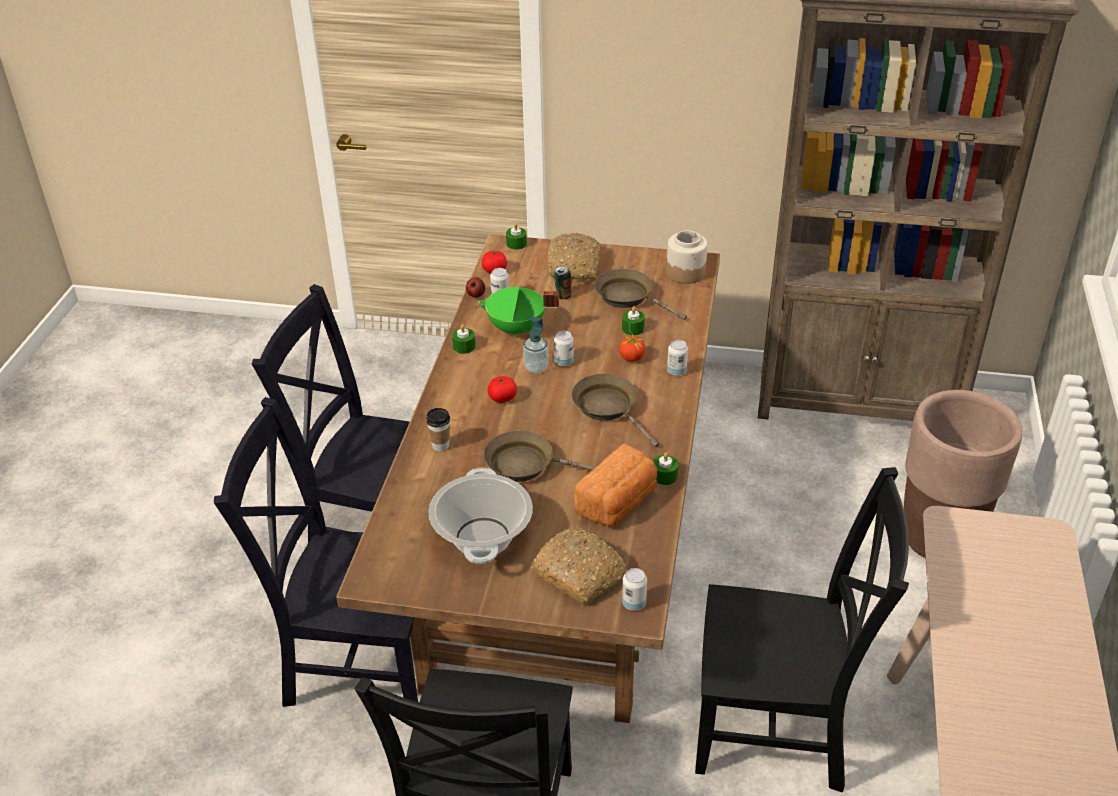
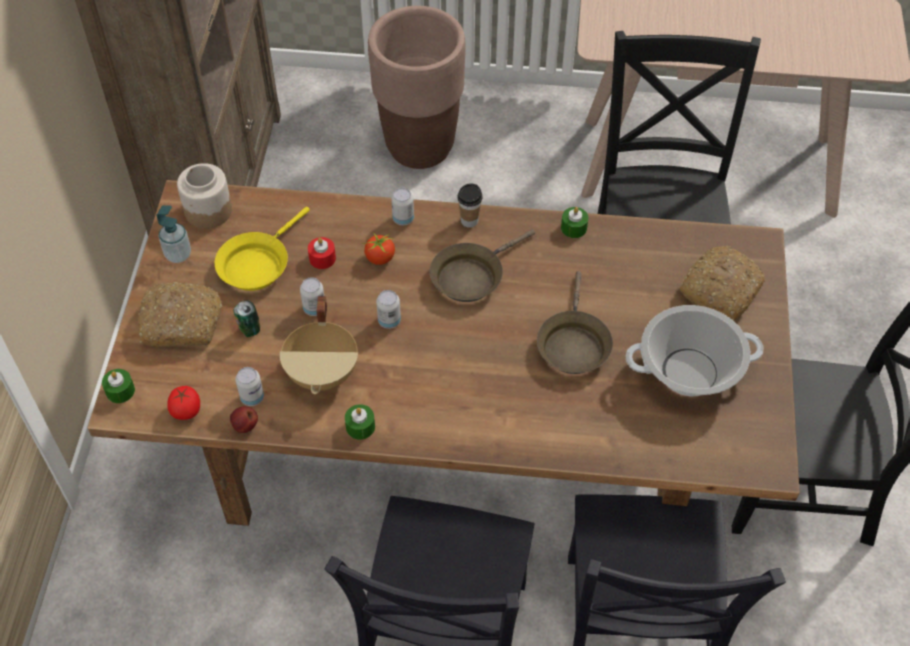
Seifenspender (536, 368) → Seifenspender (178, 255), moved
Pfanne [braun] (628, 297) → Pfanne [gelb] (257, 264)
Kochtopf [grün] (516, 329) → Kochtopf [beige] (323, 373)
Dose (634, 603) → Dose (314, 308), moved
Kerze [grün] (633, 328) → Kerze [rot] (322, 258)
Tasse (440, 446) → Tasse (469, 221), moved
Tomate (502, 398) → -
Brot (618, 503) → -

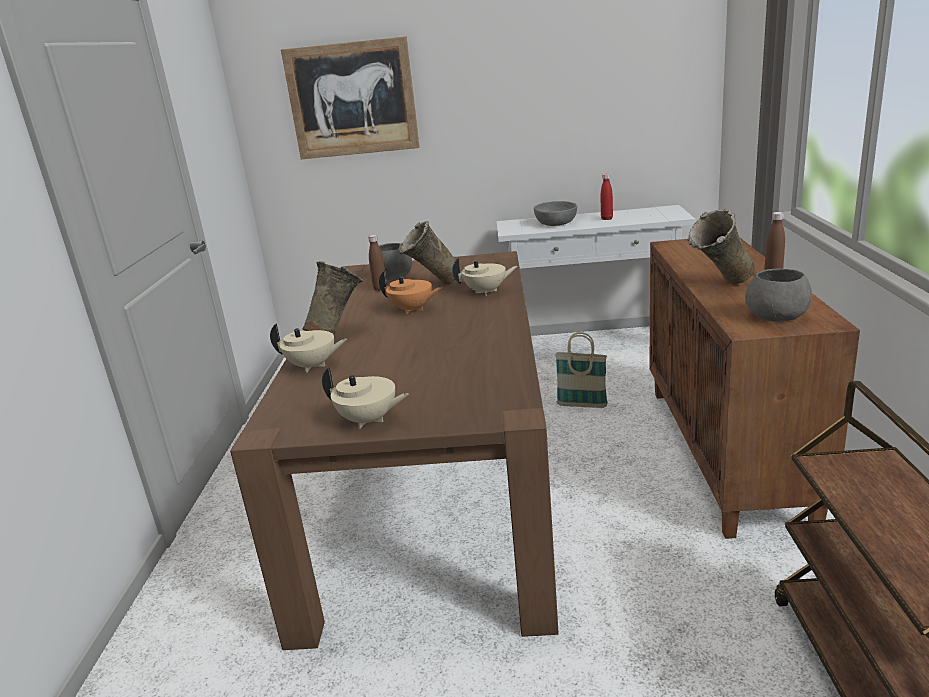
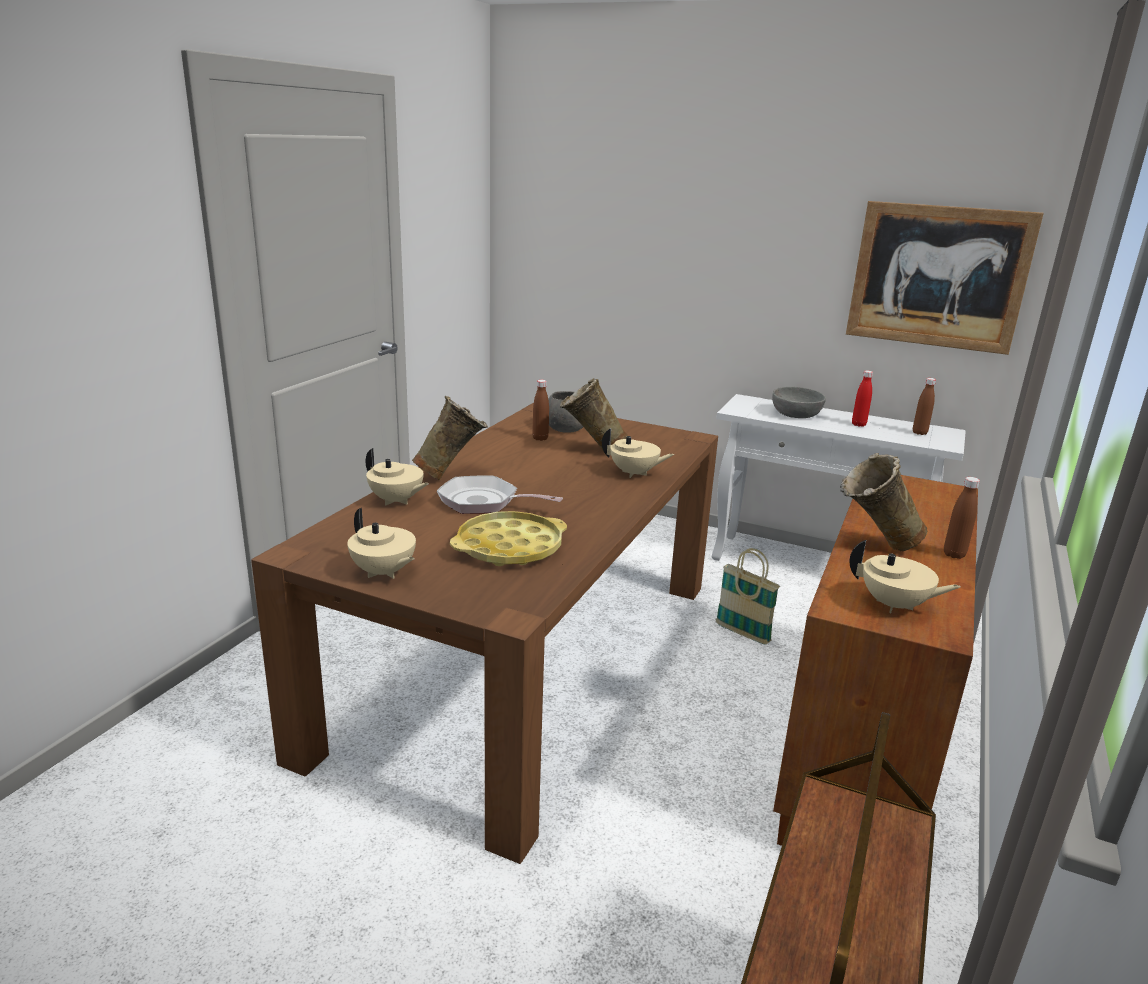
- → Pfanne (484, 502)
- → Tablett [gelb] (509, 547)
Bild (352, 99) → Bild (938, 277), moved
Schüssel [grau] (777, 316) → Teekanne [beige] (894, 605)
- → Flasche [braun] (919, 433)
Teekanne [orange] (412, 309) → -

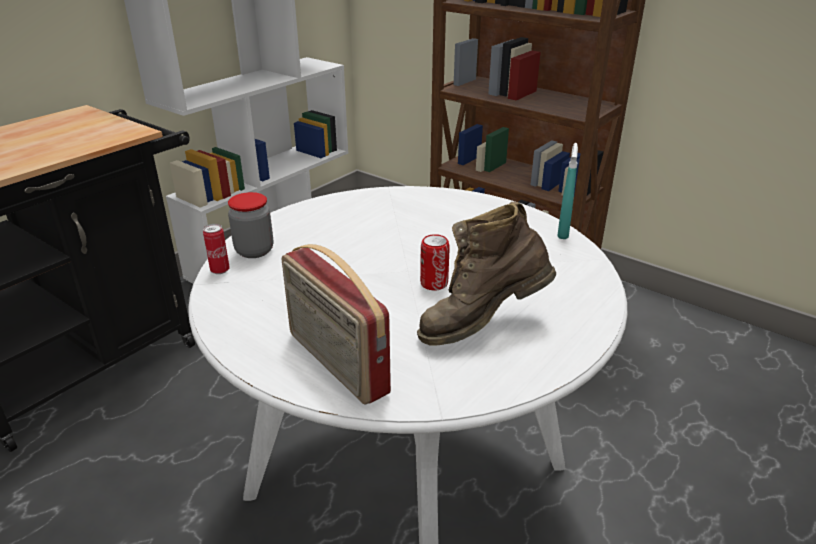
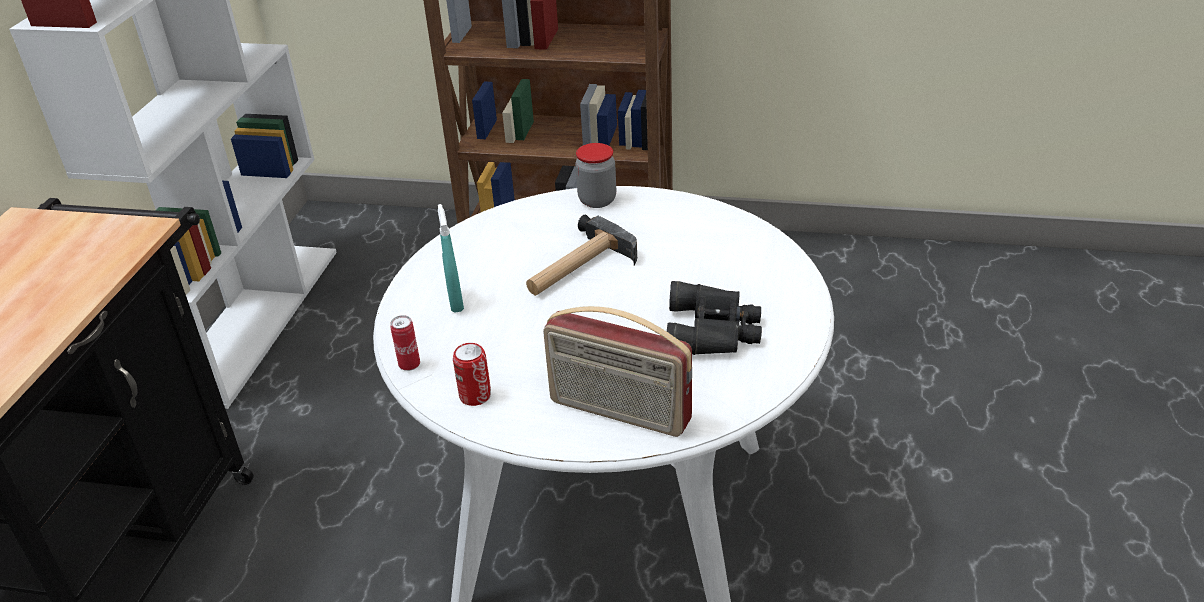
Sprühflasche [türkis] (563, 232) → Sprühflasche [türkis] (456, 302), moved
Dose (434, 283) → Dose (475, 396), moved
- → Hammer (578, 268)
Vorratsglas (254, 251) → Vorratsglas (597, 200), moved
Stiefel [braun] (482, 325) → Fernglas [schwarz] (714, 330)

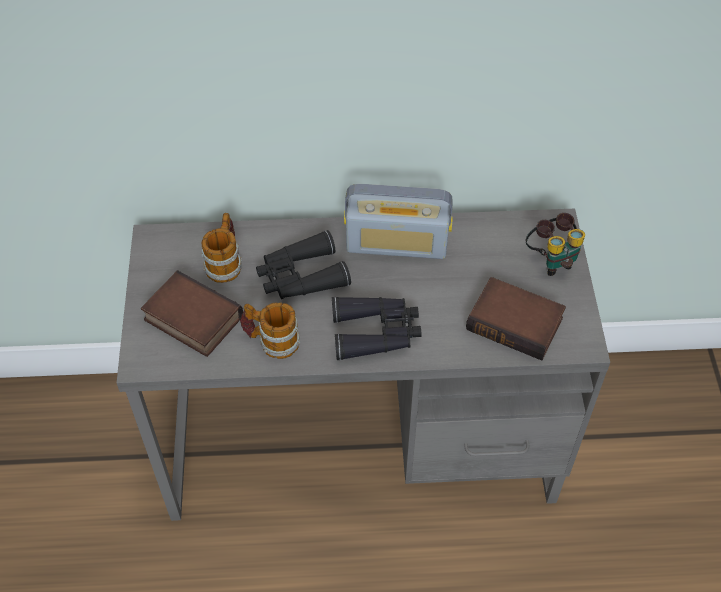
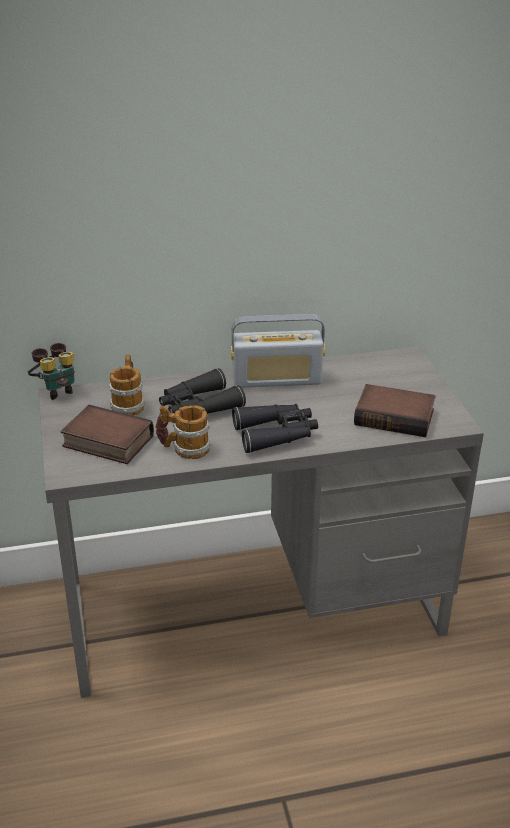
Fernglas (551, 259) → Fernglas (56, 390), moved

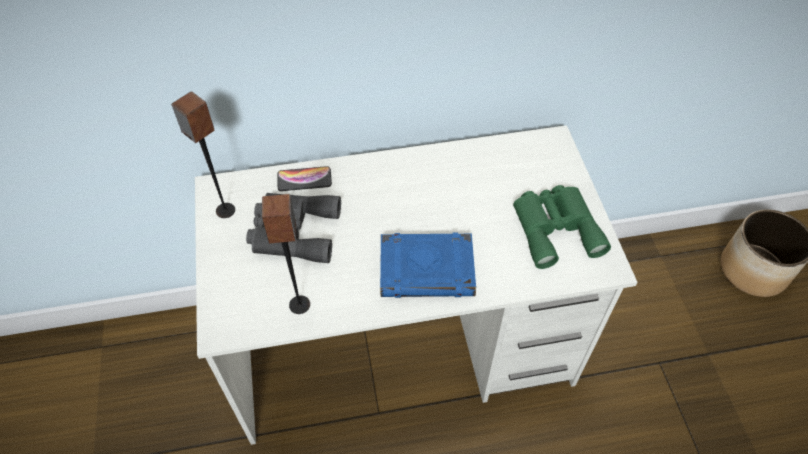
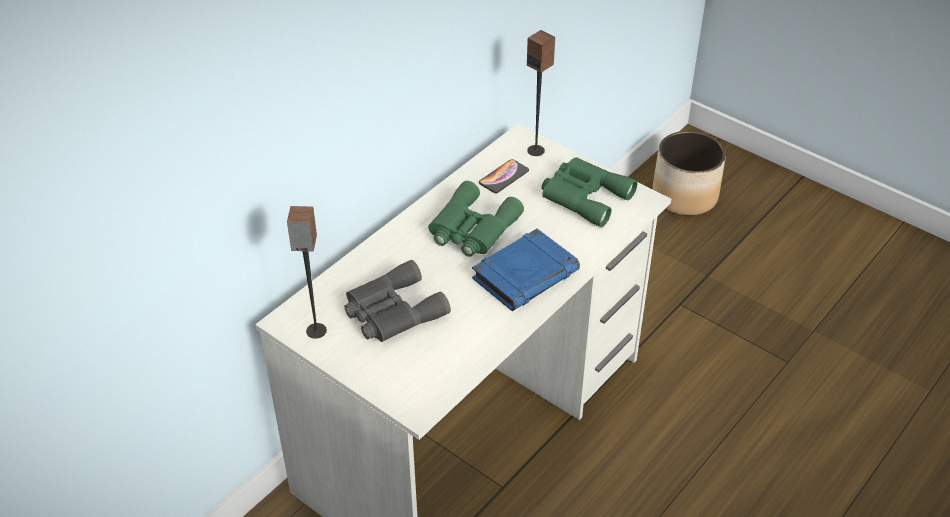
- → Fernglas [grün] (471, 229)
Handy (304, 179) → Handy (503, 177), moved
Lautsprecher (300, 305) → Lautsprecher (536, 150), moved

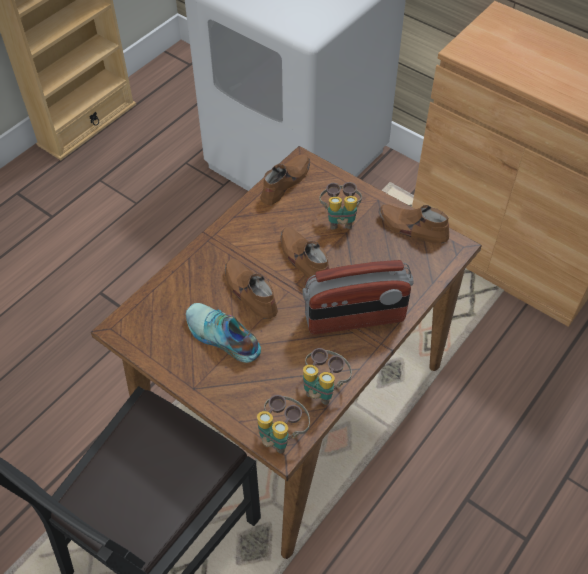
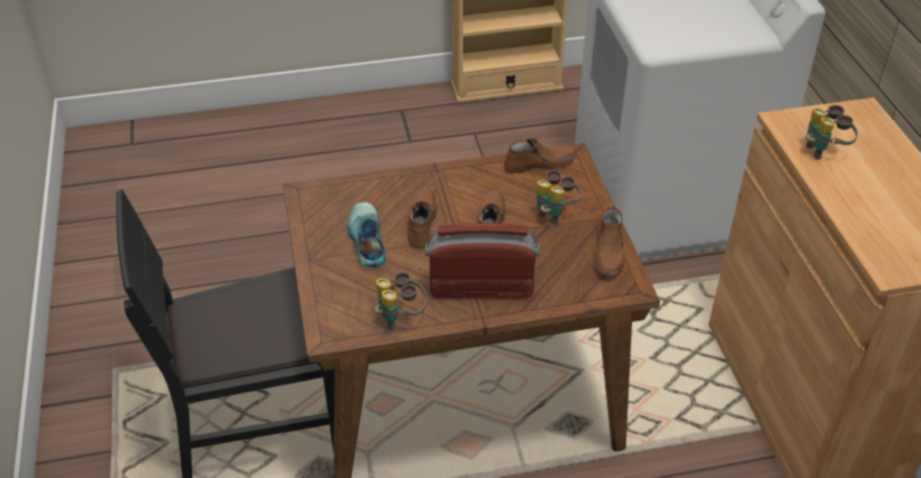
Radio (355, 319) → Radio (481, 288), 150 degrees clockwise
Schuh [braun] (412, 228) → Schuh [braun] (610, 253), 150 degrees counterclockwise
Fernglas (281, 435) → Fernglas (824, 150), moved

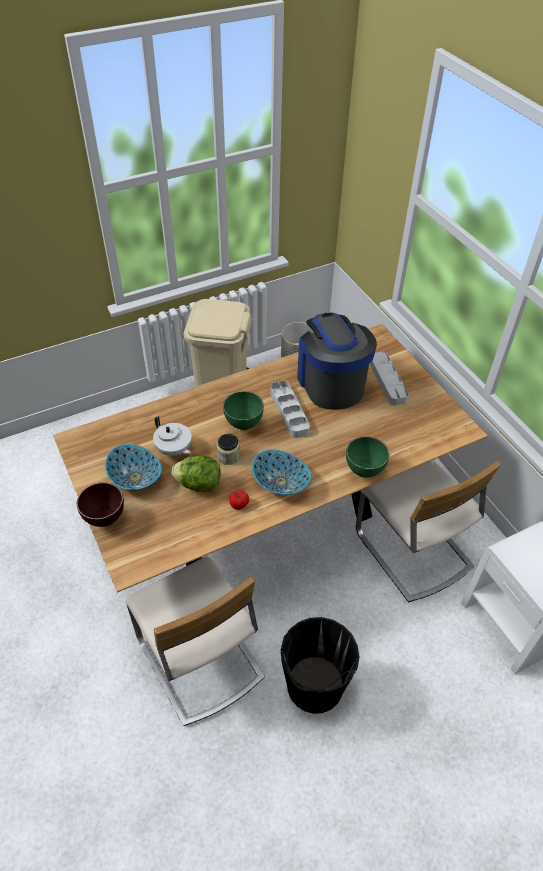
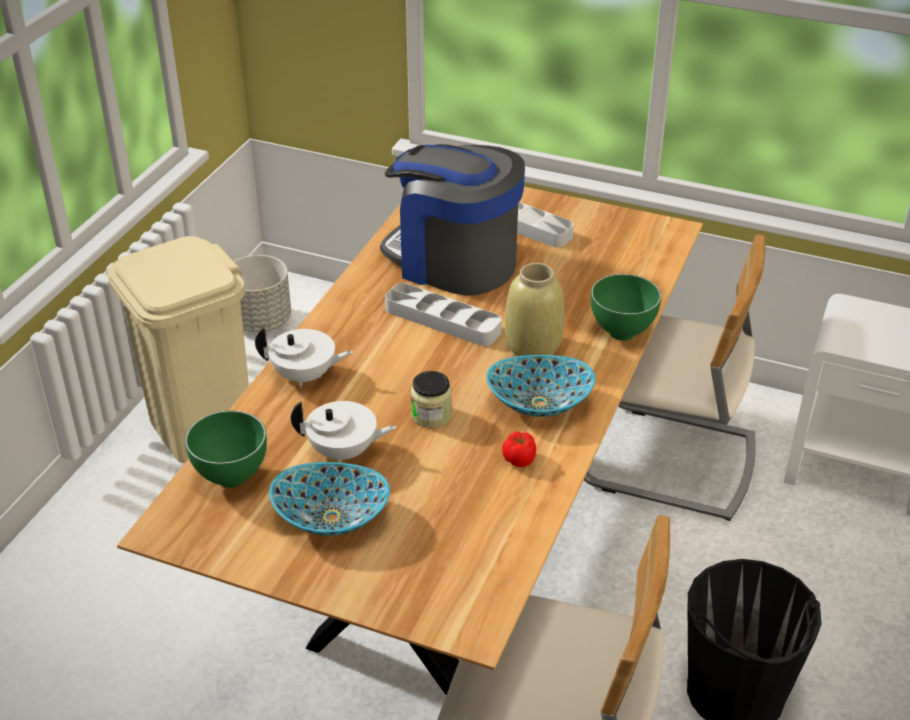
Schüssel [grün] (244, 425) → Schüssel [grün] (234, 478), moved
- → Teekanne [weiß] (305, 376)
- → Vase [beige] (533, 346)
Schüssel [braun] (106, 519) → -
Salatkopf (199, 484) → -

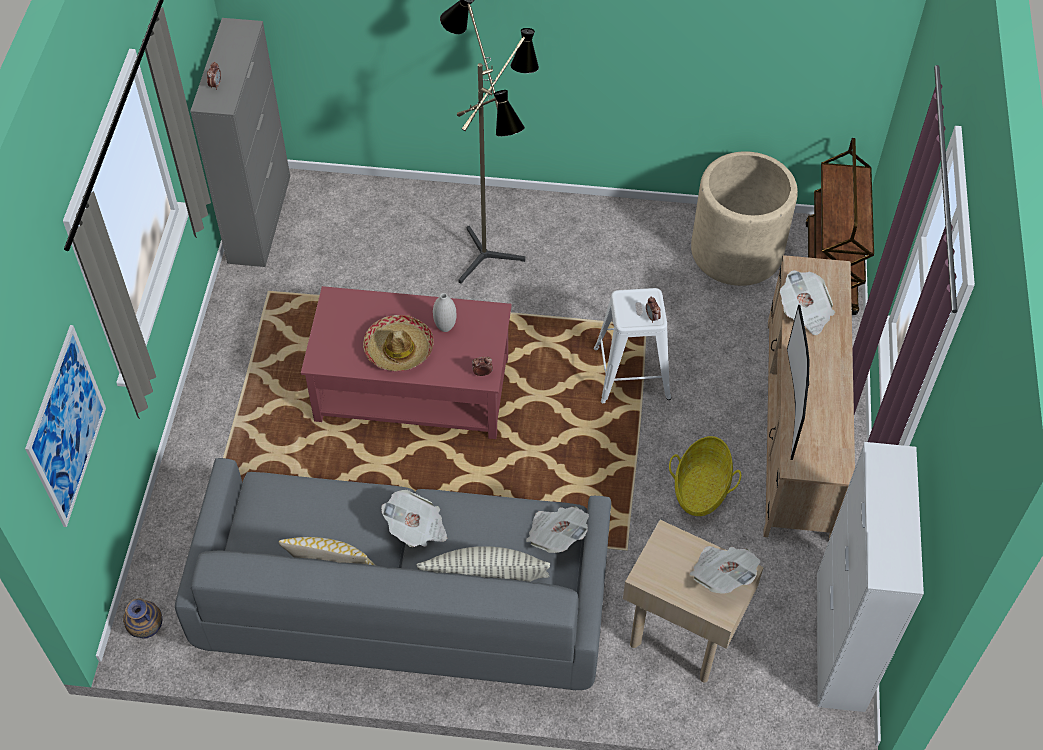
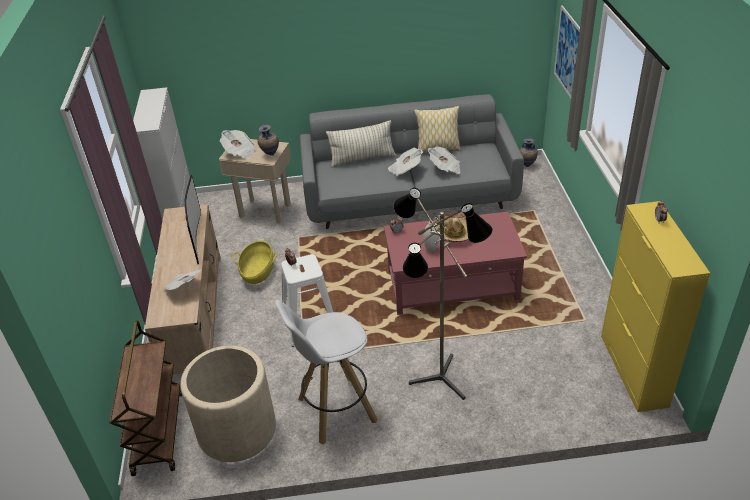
- → Vase (270, 155)
- → Hocker [weiß] (335, 410)
Zeitung (556, 536) → Zeitung (445, 168), moved
Schrank [grau] (260, 218) → Schrank [gelb] (633, 370)

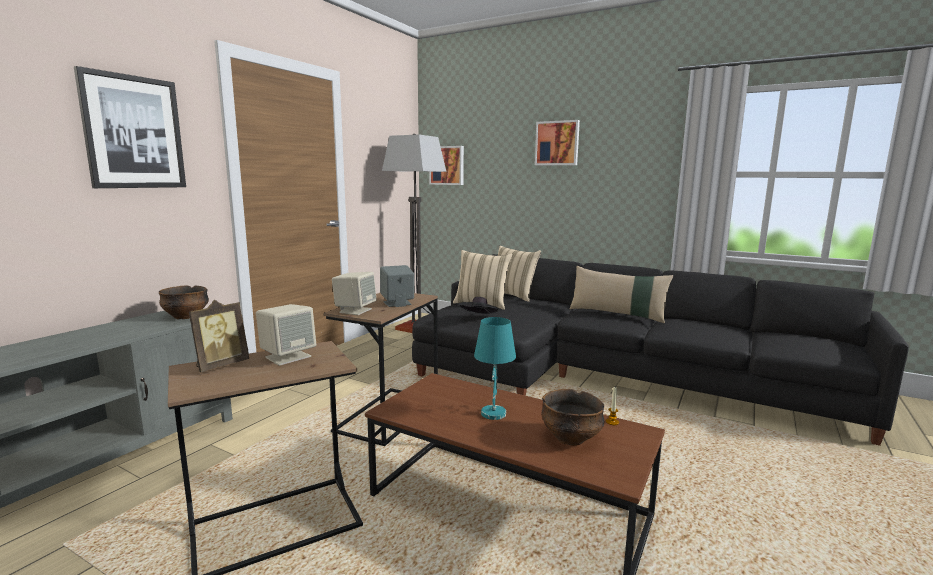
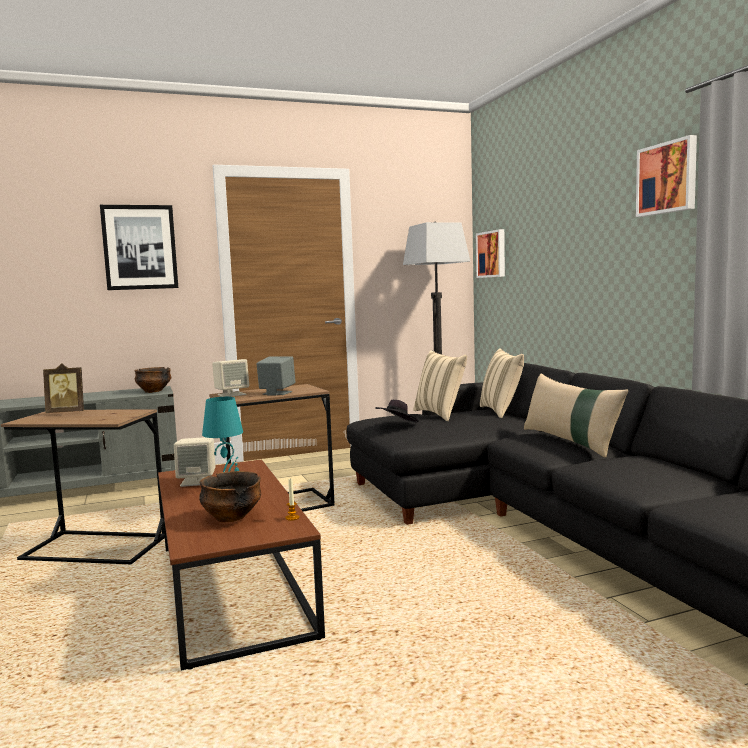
Lautsprecher [beige] (288, 357) → Lautsprecher [beige] (197, 481), moved
Bild (557, 143) → Bild (668, 178), moved

